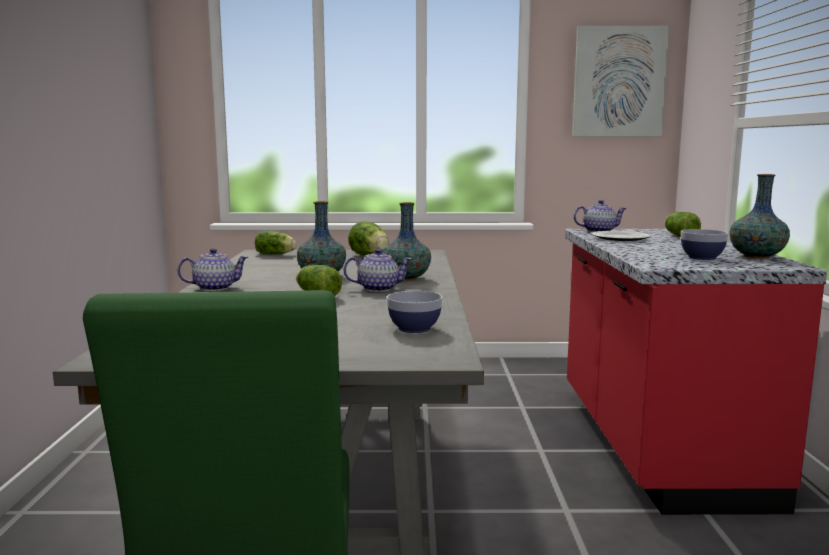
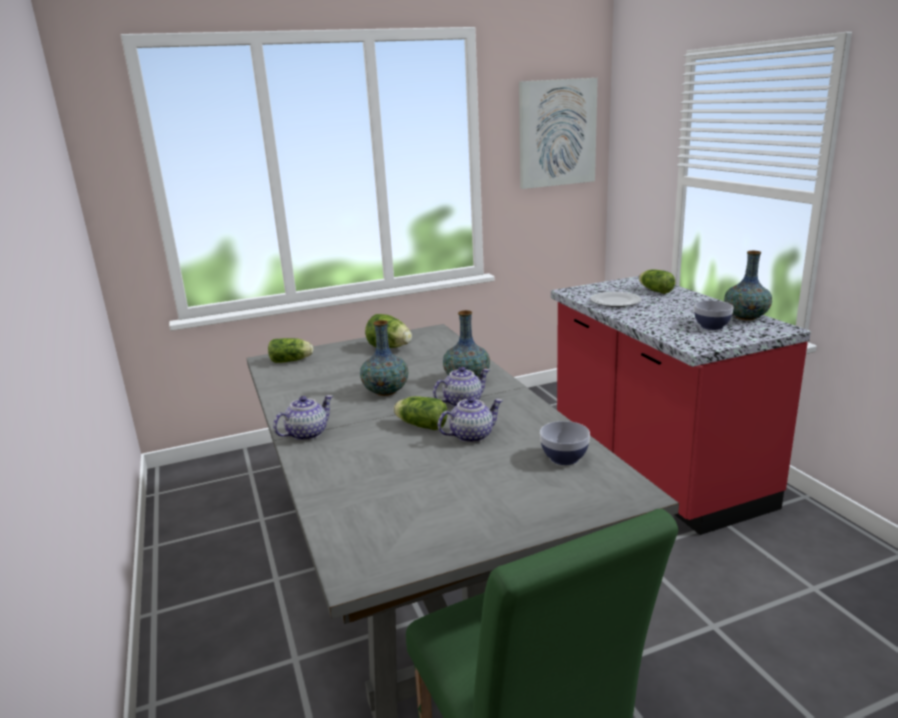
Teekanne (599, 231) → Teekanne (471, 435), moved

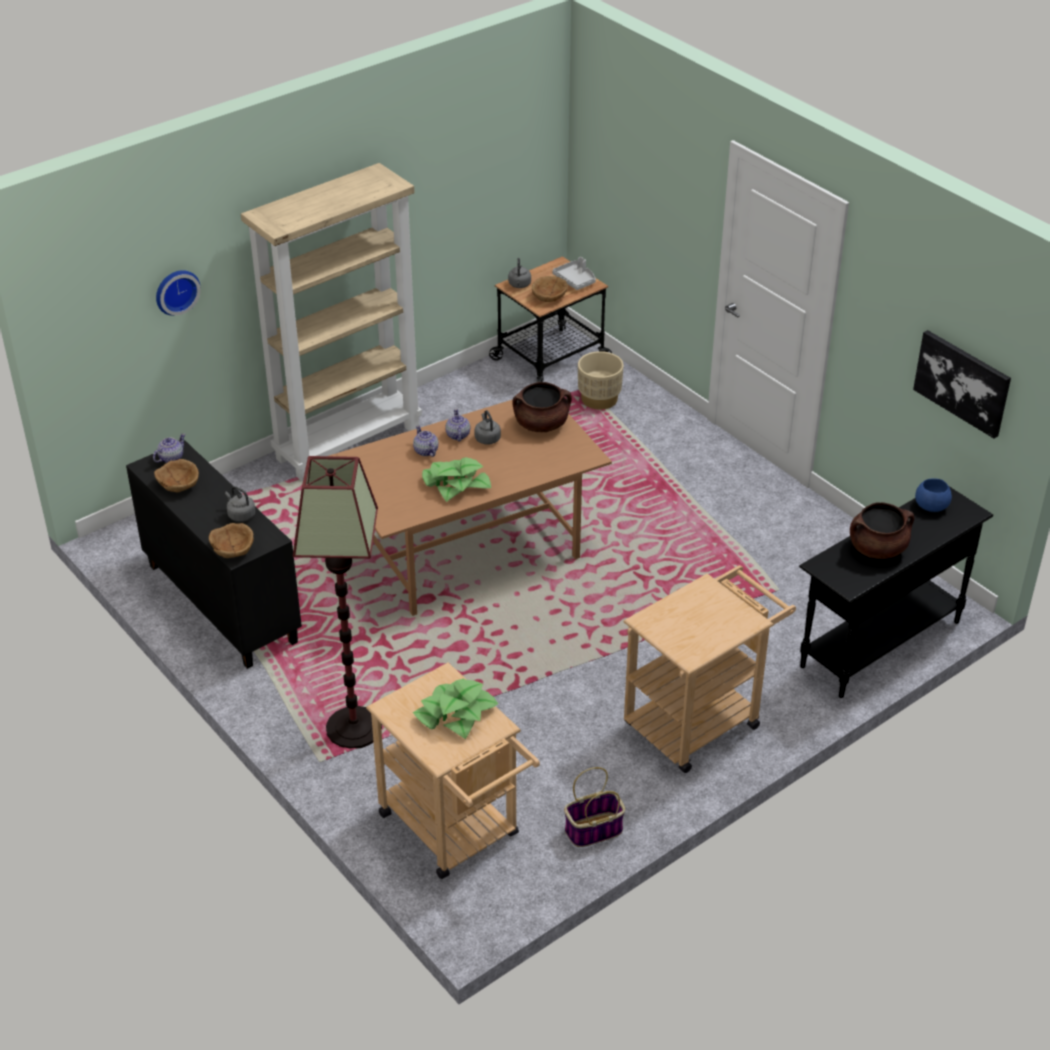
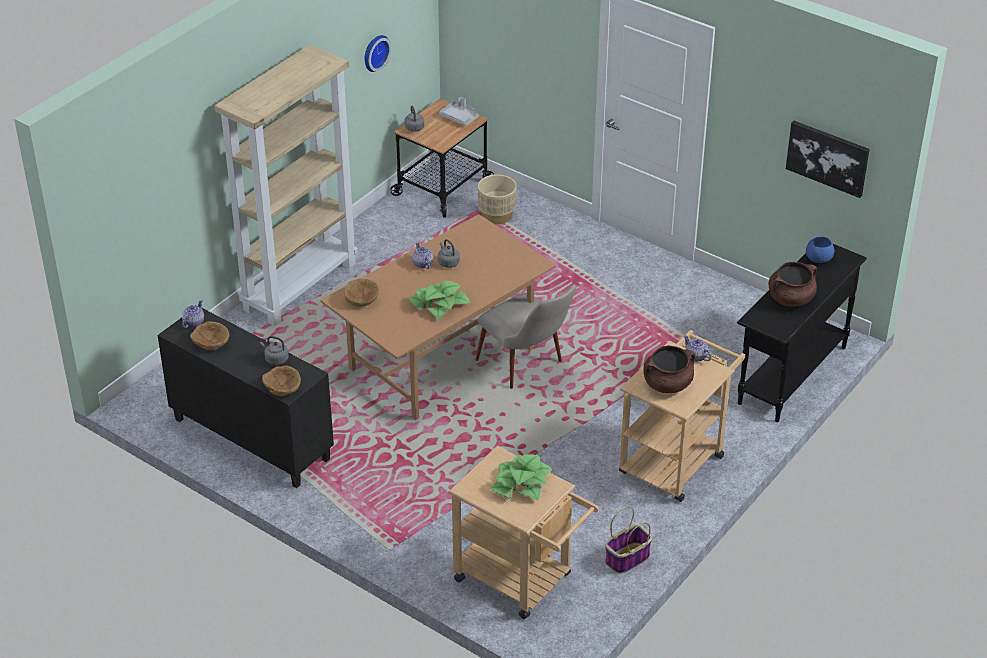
Schüssel [braun] (549, 297) → Schüssel [braun] (361, 300), moved
Wanduhr (176, 291) → Wanduhr (374, 52), moved
- → Stuhl [beige] (528, 368)
Kochtopf [braun] (541, 424) → Kochtopf [braun] (667, 384), moved
Teekanne (426, 451) → Teekanne (696, 357), moved
Stehlampe (353, 728) → -

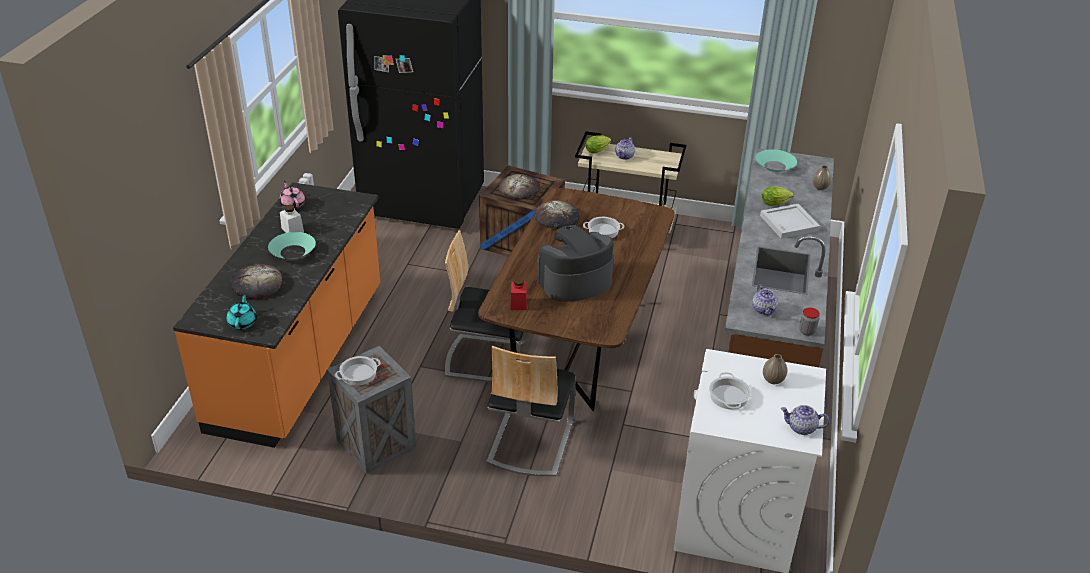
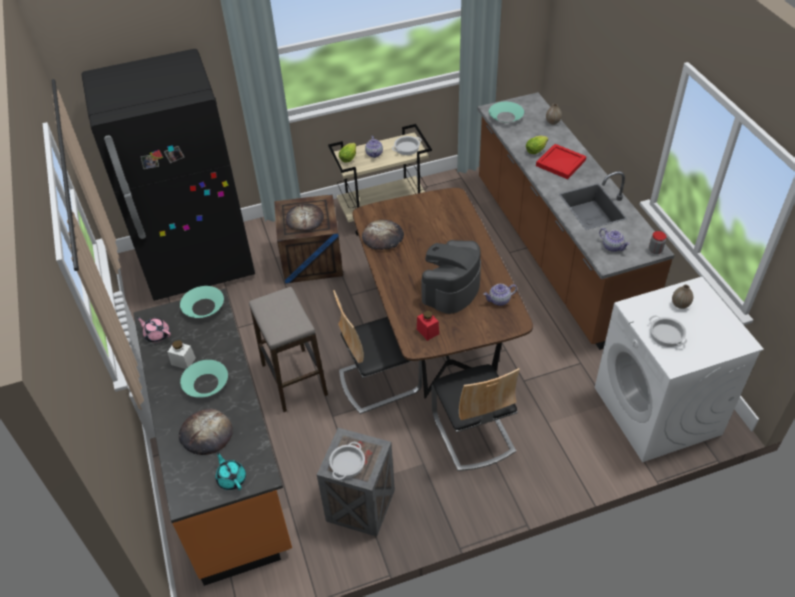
- → Schüssel [türkis] (203, 307)
- → Hocker (294, 380)
Kochtopf (603, 231) → Kochtopf (407, 148), moved
Teekanne (801, 428) → Teekanne (499, 300), moved
Tablett [weiß] (789, 222) → Tablett [rot] (560, 162)

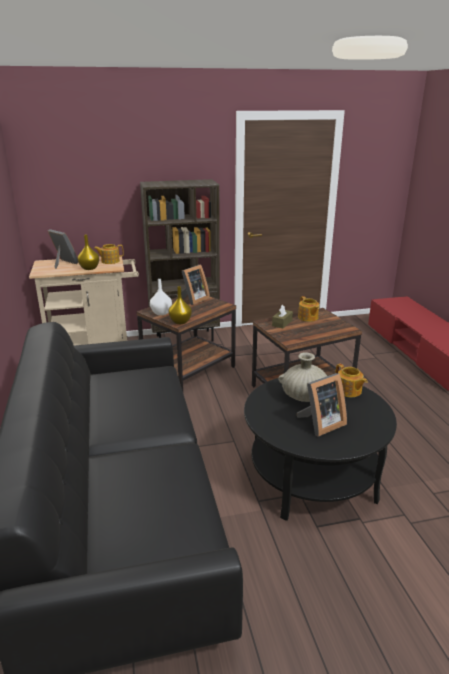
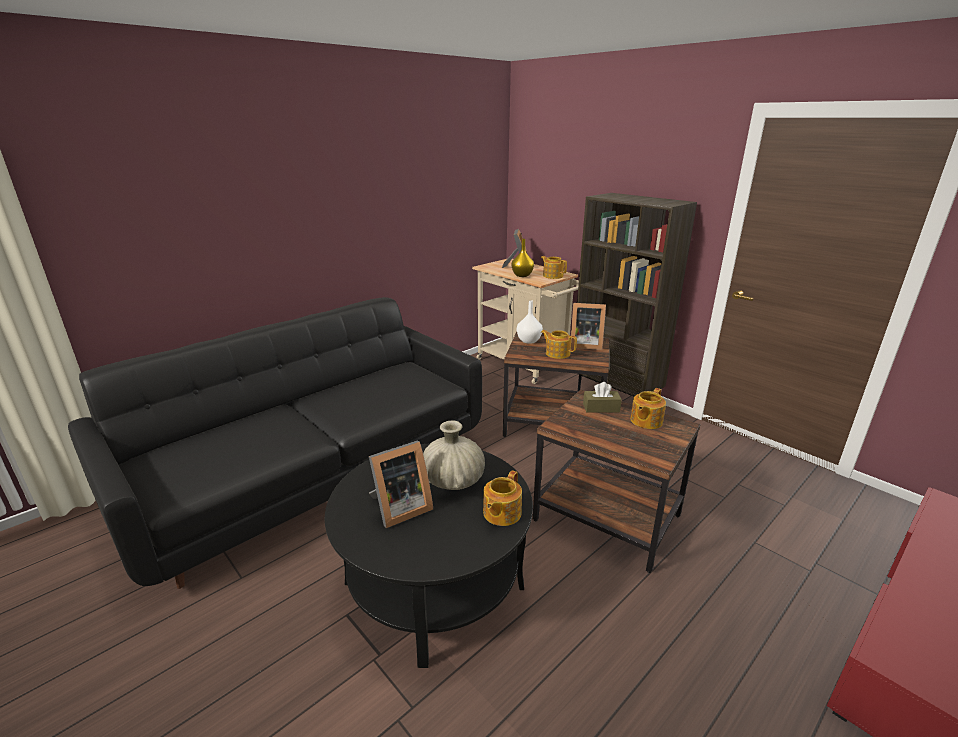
Bilderrahmen (320, 424) → Bilderrahmen (399, 508), 60 degrees counterclockwise
- → Teekanne (557, 353)
Vase [gelb] (180, 322) → -

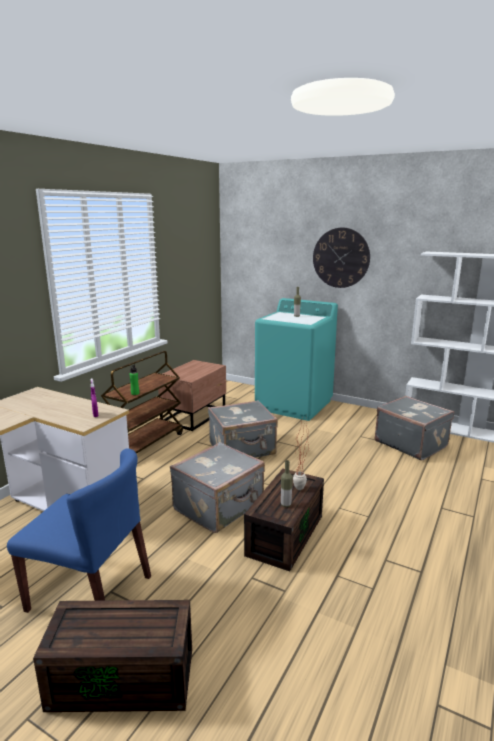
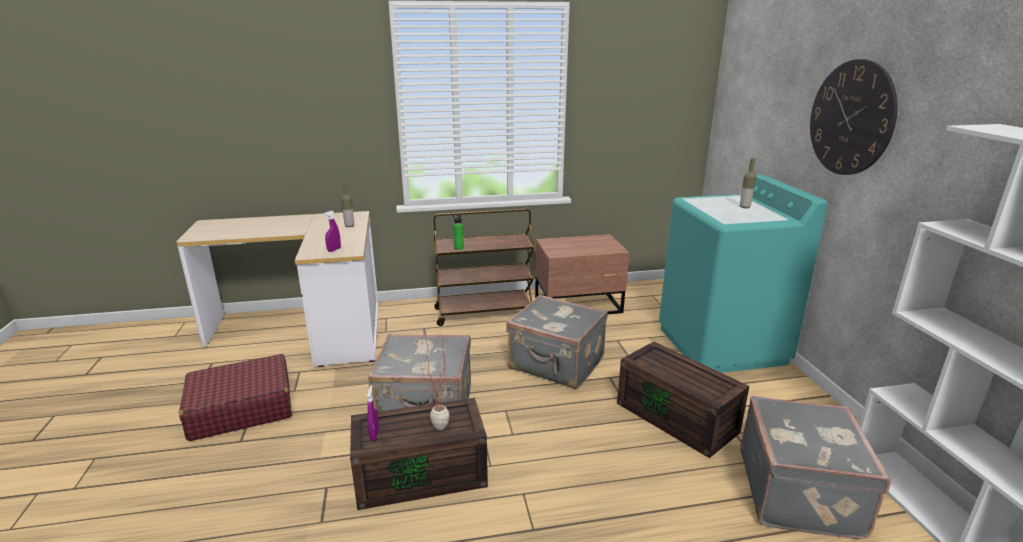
Stuhl [blau] (91, 593) → Koffer [rot] (241, 409)
Flasche (286, 504) → Flasche (349, 226), moved
- → Sprühflasche [lila] (374, 434)
Aufbewahrungsbox [braun] (125, 676) → Aufbewahrungsbox [braun] (678, 417), moved

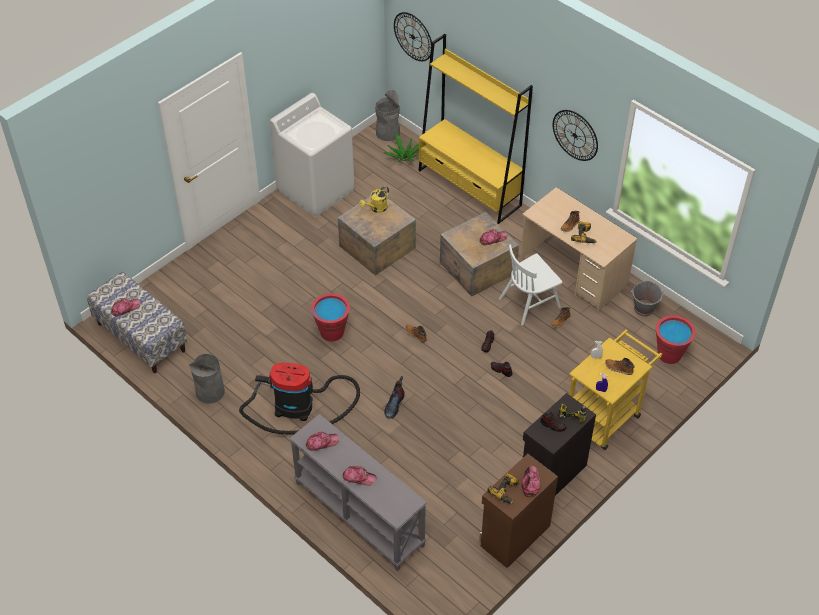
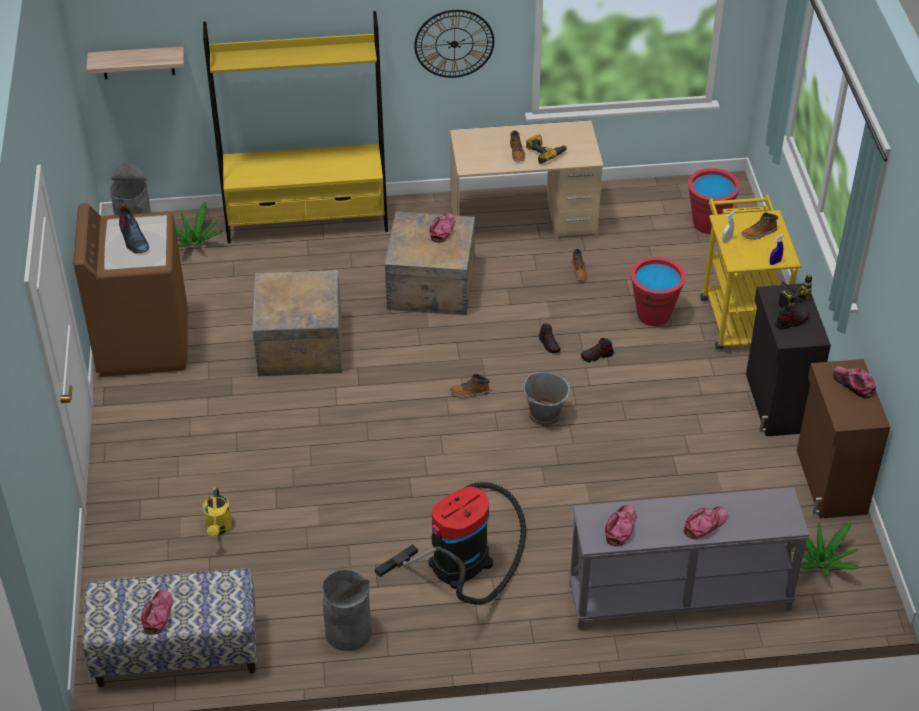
Waschmaschine [weiß] (316, 190) → Waschmaschine [braun] (143, 343)
Wanduhr (413, 36) → Wandregal (137, 62)
Stiefel (394, 404) → Stiefel (133, 239), moved
Gießkanne [gelb] (376, 208) → Gießkanne [gelb] (218, 528), moved
Eimer [grau] (644, 309) → Eimer [grau] (545, 414), moved
Eimer [rot] (332, 332) → Eimer [rot] (653, 315), moved
- → Topfpflanze (820, 562)
Bohrmaschine (506, 491) → -
Stuhl [weiß] (529, 302) → -

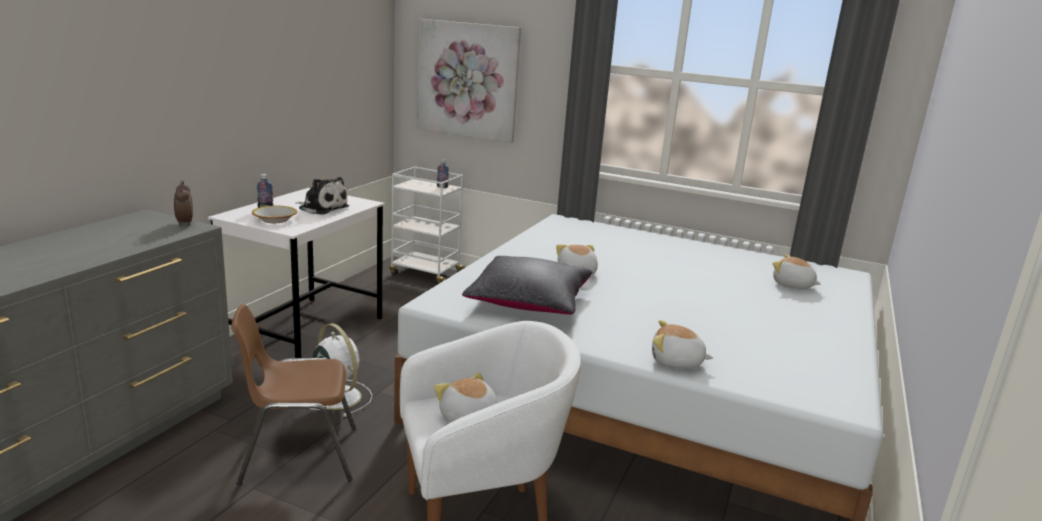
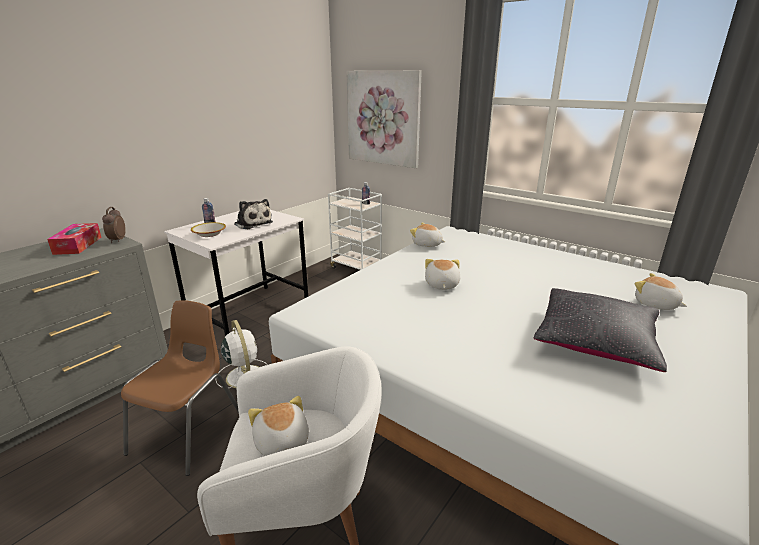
- → Taschentuchbox (78, 245)
Stuhl [braun] (297, 455) → Stuhl [braun] (189, 431), 105 degrees clockwise
Plüschtier (676, 362) → Plüschtier (427, 244), moved
Kissen [schwarz] (529, 301) → Kissen [schwarz] (595, 341), moved

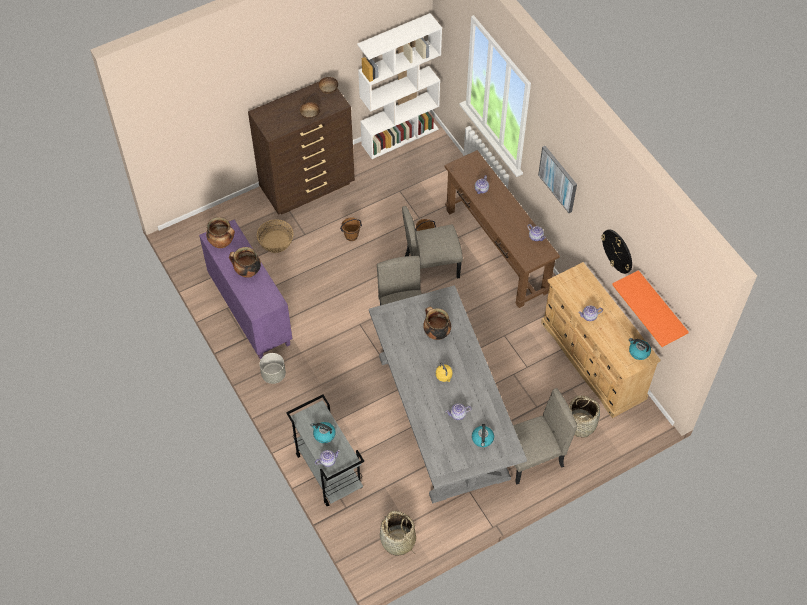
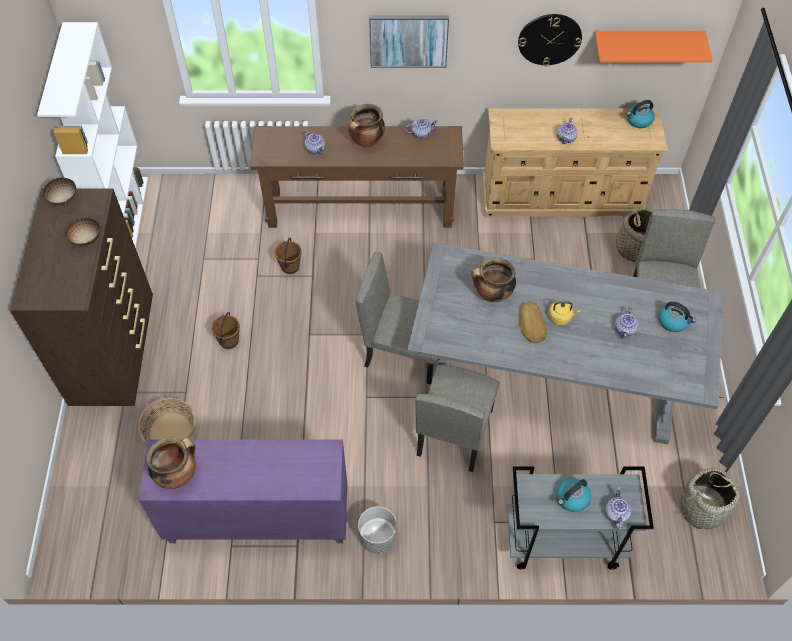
Kochtopf (247, 272) → Kochtopf (366, 142), moved
Stuhl [beige] (431, 266) → Stuhl [beige] (454, 432), moved
- → Brot (531, 325)

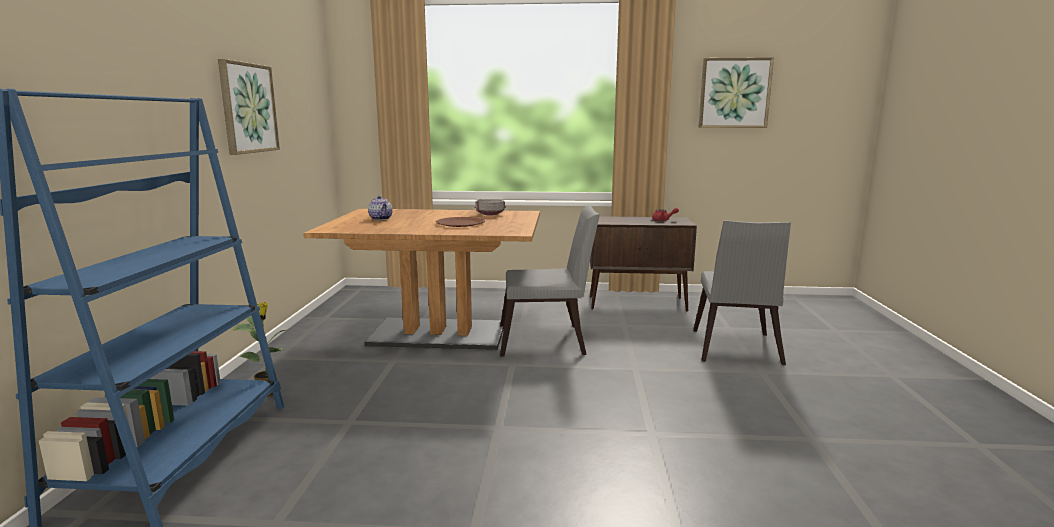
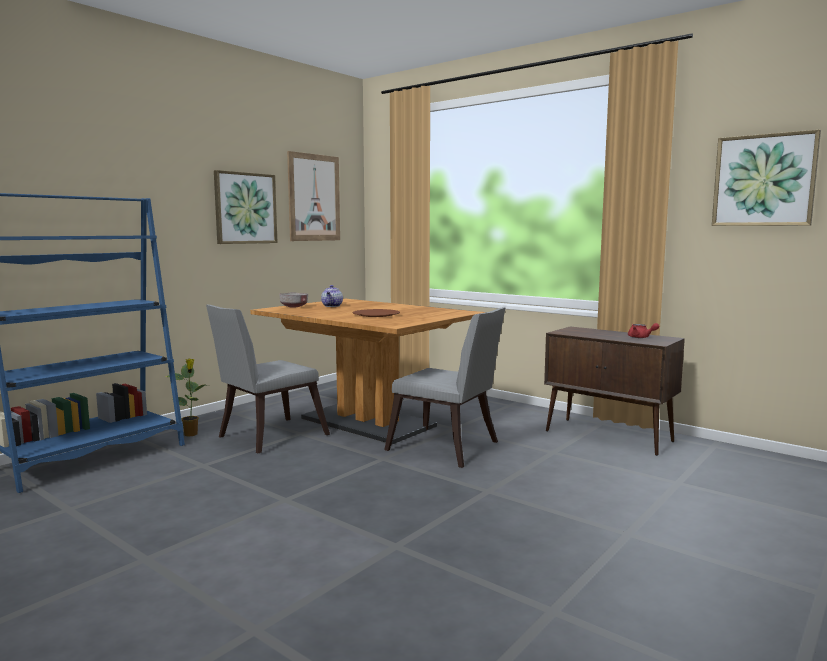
Stuhl [grau] (735, 350) → Stuhl [grau] (267, 437), moved
Schüssel [grau] (490, 214) → Schüssel [grau] (294, 307), moved
- → Bild (314, 198)

